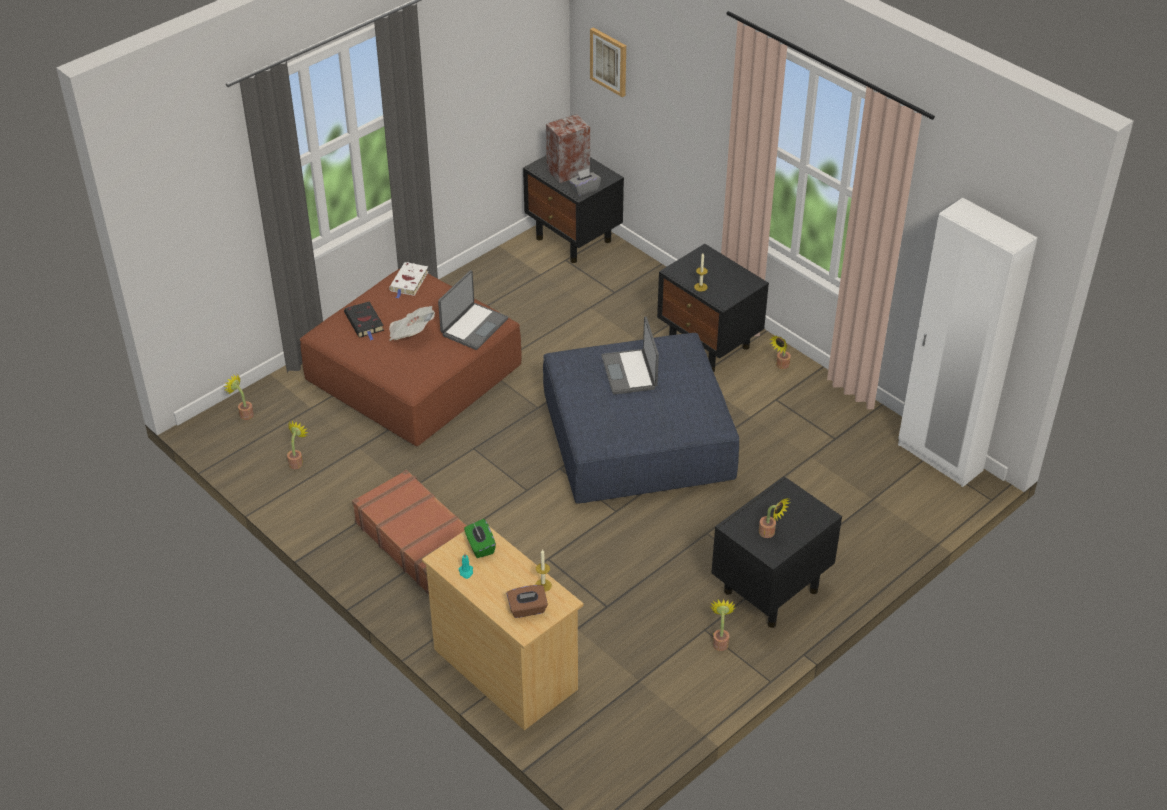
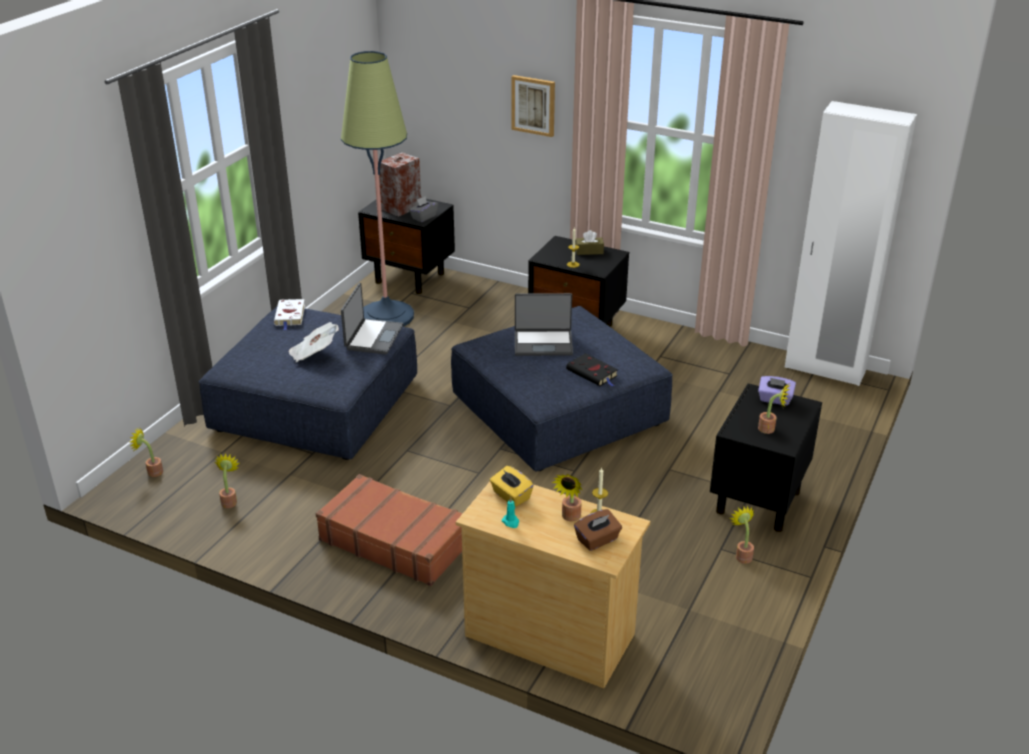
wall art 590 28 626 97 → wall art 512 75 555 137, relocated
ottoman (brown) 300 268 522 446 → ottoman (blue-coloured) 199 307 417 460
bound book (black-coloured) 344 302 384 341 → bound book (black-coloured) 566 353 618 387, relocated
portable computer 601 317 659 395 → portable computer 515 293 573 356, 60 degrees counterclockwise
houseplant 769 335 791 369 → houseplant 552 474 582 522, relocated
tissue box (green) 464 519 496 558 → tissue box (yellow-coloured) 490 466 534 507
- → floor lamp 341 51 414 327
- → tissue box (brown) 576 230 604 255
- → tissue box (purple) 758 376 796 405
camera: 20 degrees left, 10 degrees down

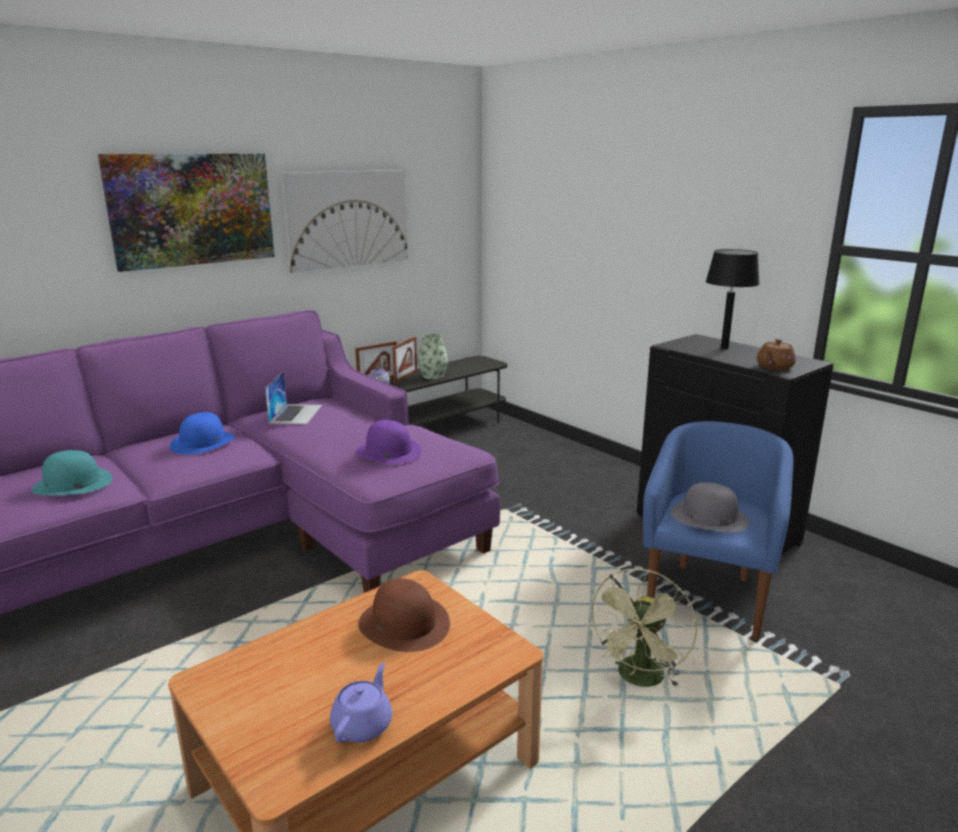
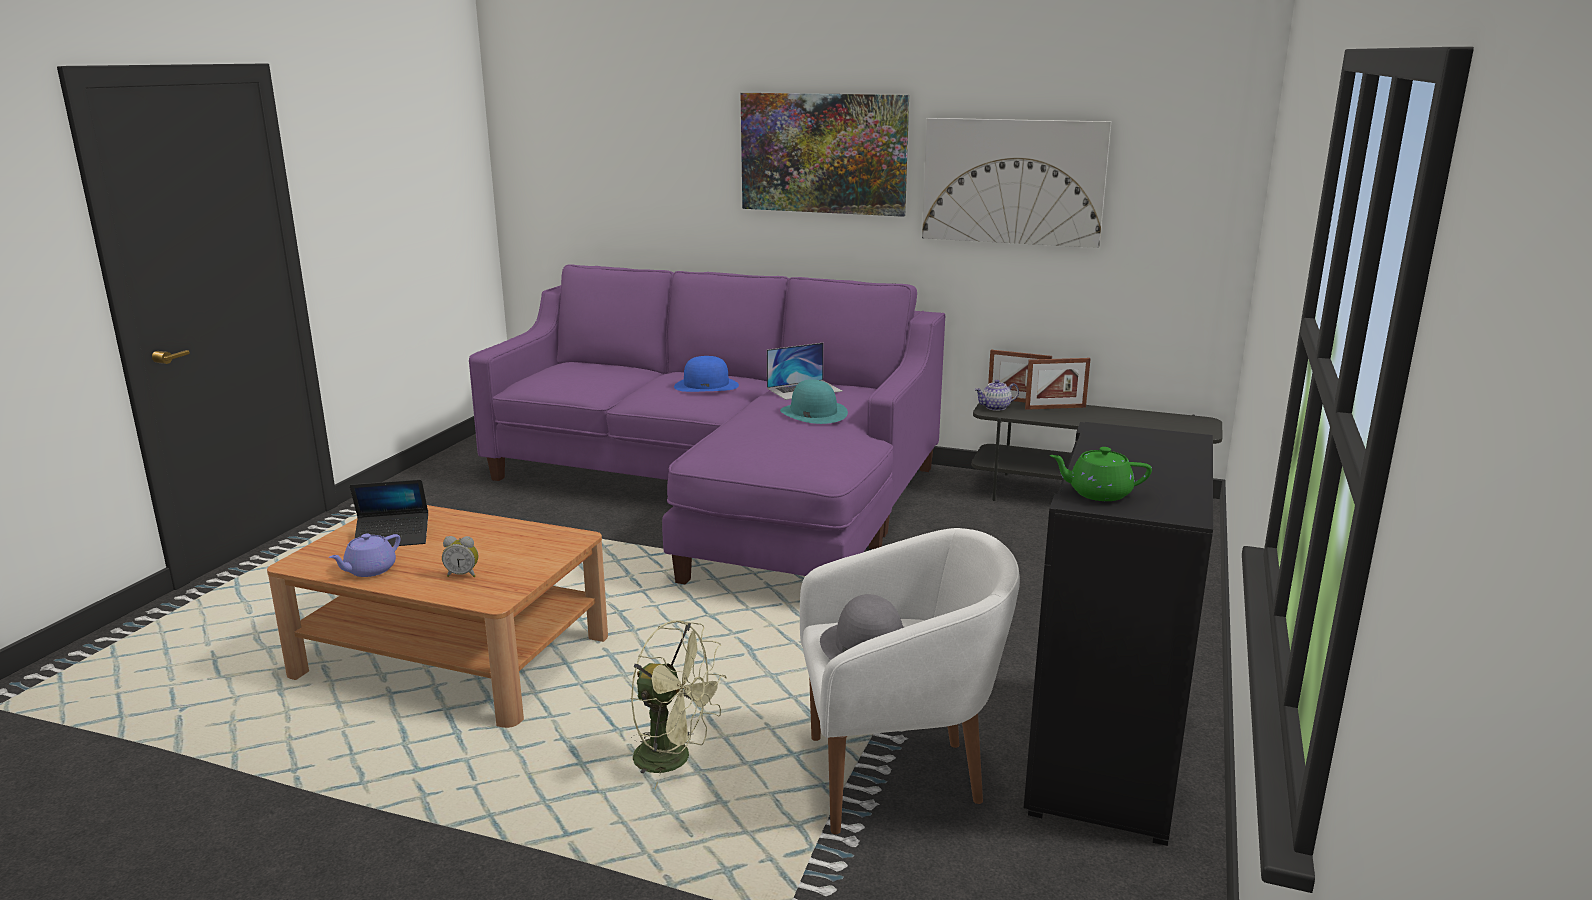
lamp for a table (black-coloured) 706 249 760 349 → -
vase 418 334 448 379 → -
pot for tea (brown) 757 339 796 370 → pot for tea (green) 1049 447 1152 501
hat (purple) 356 420 422 464 → -
armchair (blue-coloured) 643 421 793 640 → armchair (whitish) 800 528 1020 834
hat (blue-green) 32 450 113 495 → hat (blue-green) 780 379 848 424, relocated
cooling fan (green) 587 568 697 687 → cooling fan (green) 631 621 727 789, 150 degrees counterclockwise
hat (brown) 358 578 450 652 → -
pot for tea (purple) 330 663 392 743 → pot for tea (purple) 329 534 400 577, 135 degrees clockwise
- → portable computer 350 479 428 547
- → table clock 442 536 478 577
camera: 60 degrees right, 0 degrees up

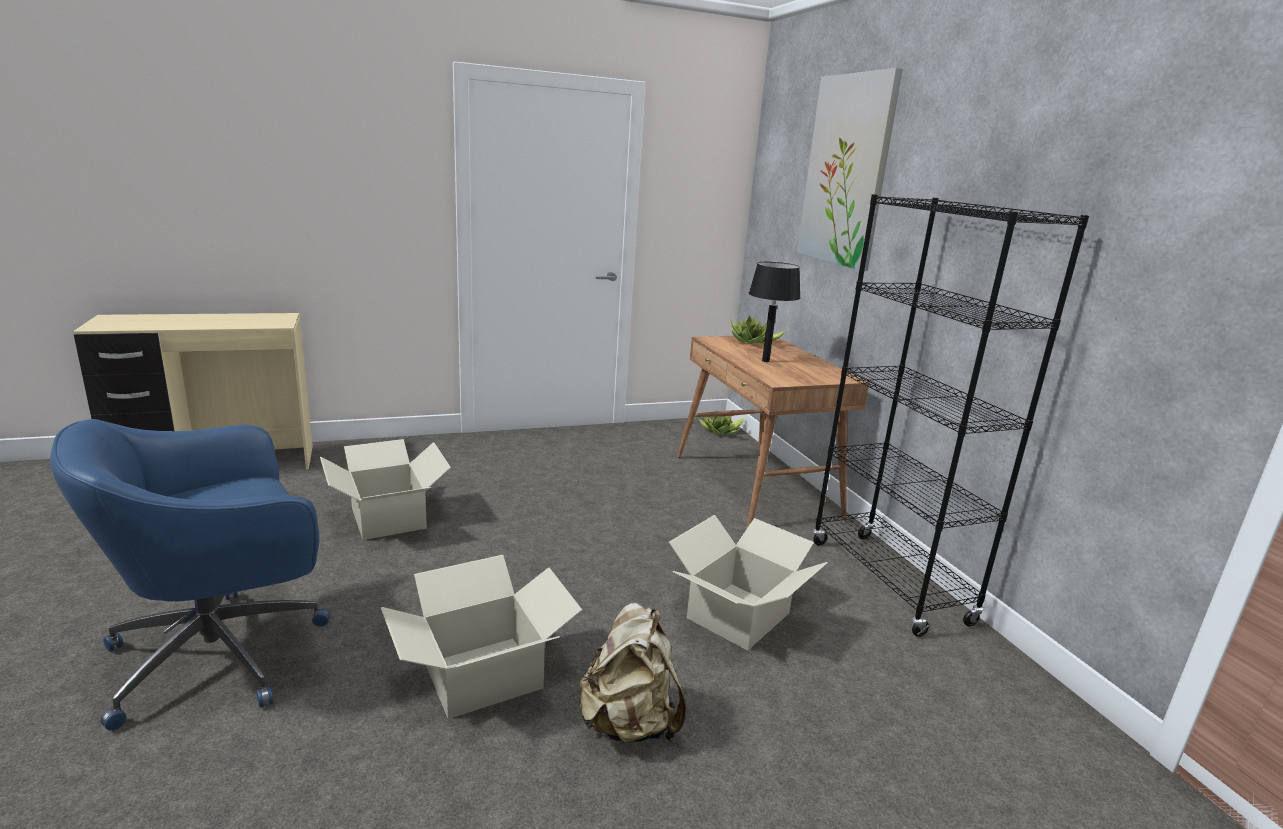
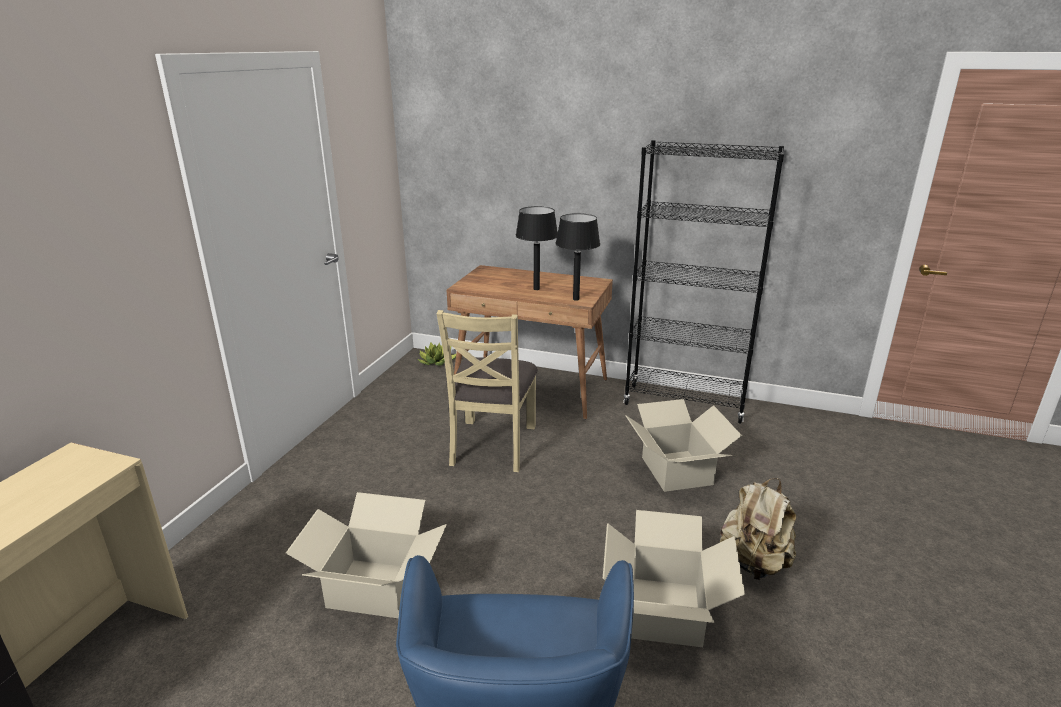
wall art 797 68 903 271 → -
houseplant 730 315 787 344 → -
- → lamp for a table (black-coloured) 555 213 600 301
- → chair (beige-coloured) 437 310 538 472
camera: 50 degrees left, 5 degrees up

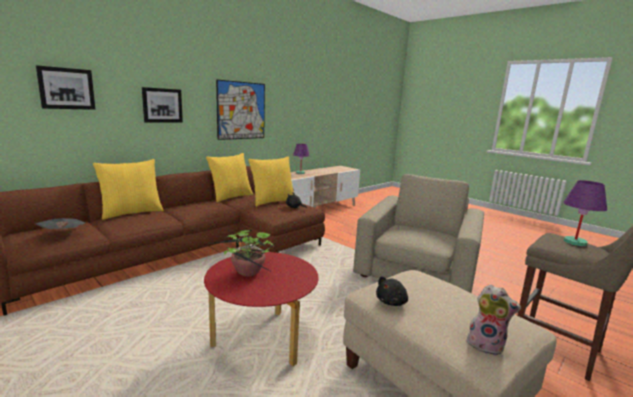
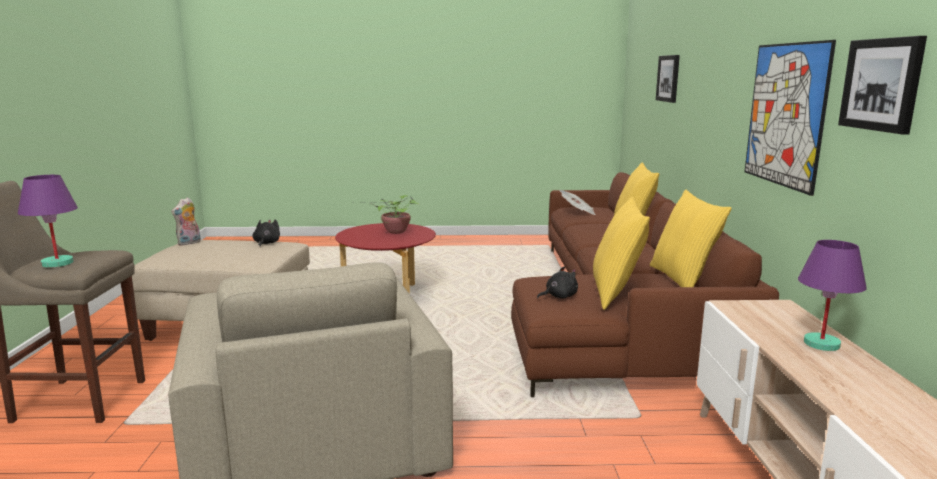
wall art 142 87 183 122 → wall art 838 36 927 134, relocated
cuddly toy 467 285 521 356 → cuddly toy 171 197 201 246, 45 degrees counterclockwise
camera: 135 degrees right, 0 degrees up

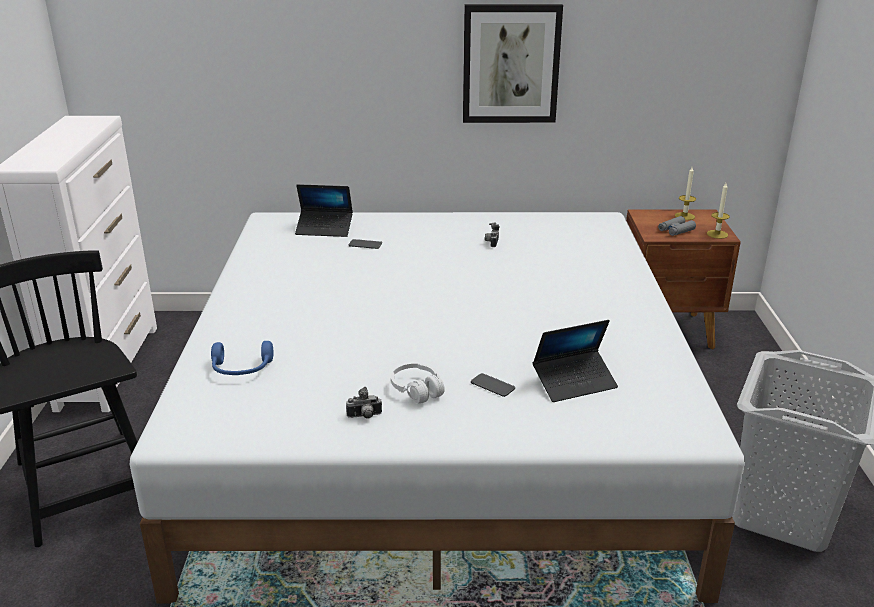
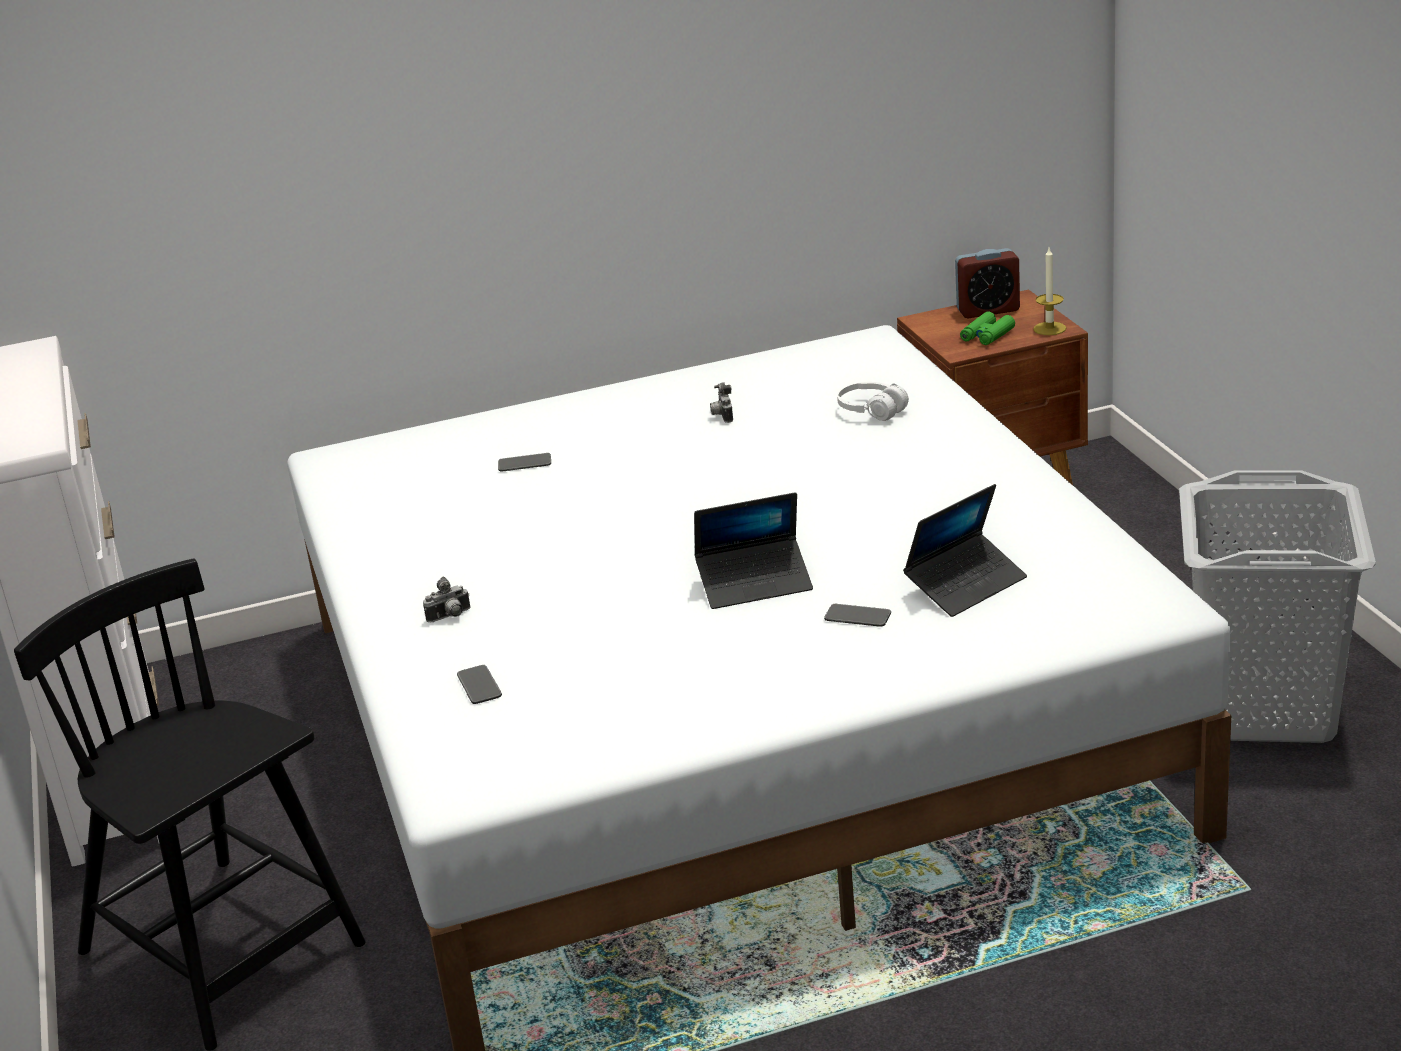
wall art 463 4 563 123 → -
wax light 675 167 696 220 → table clock 955 248 1020 318
portable computer 295 184 353 237 → portable computer 694 492 813 609, relocated
binoculars (greyish) 658 216 696 236 → binoculars (green) 960 311 1015 345
pair of headphones (blue-coloured) 211 341 273 375 → handset 457 665 502 704
pair of headphones (whitish) 391 363 445 404 → pair of headphones (whitish) 837 382 909 421, relocated
photo camera 346 387 382 419 → photo camera 423 577 470 622, relocated
camera: 15 degrees left, 0 degrees up

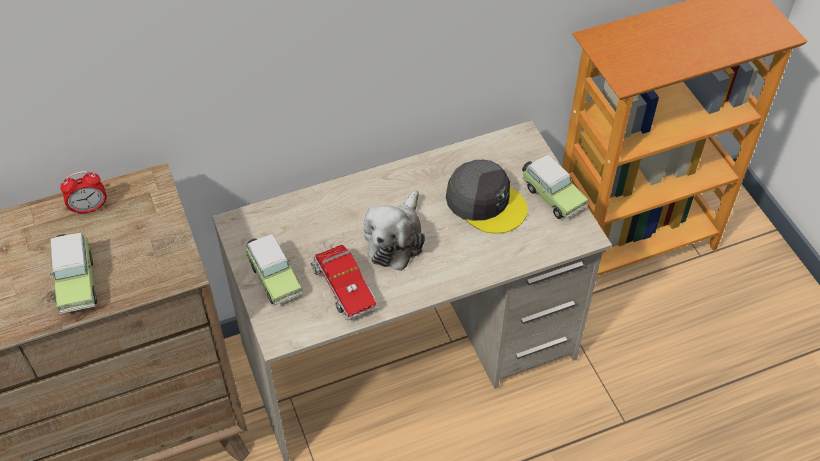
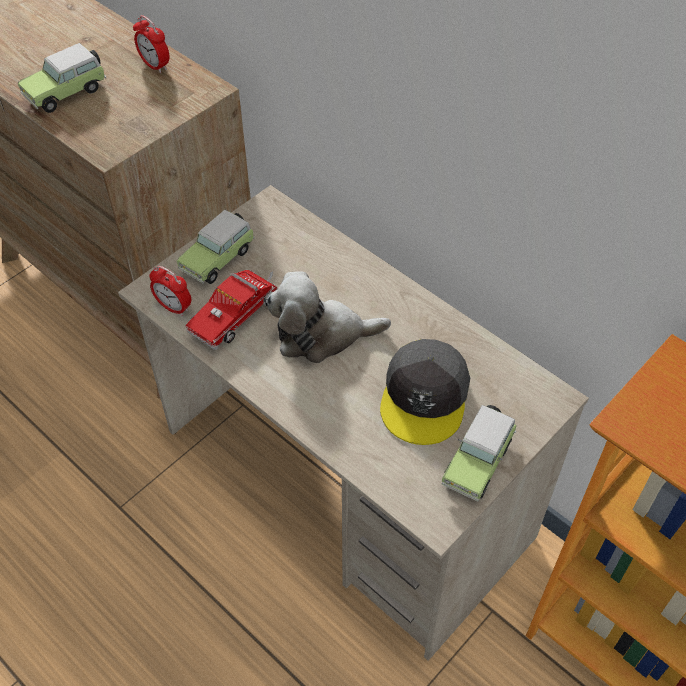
- → table clock 149 266 191 316
camera: 65 degrees right, 0 degrees up

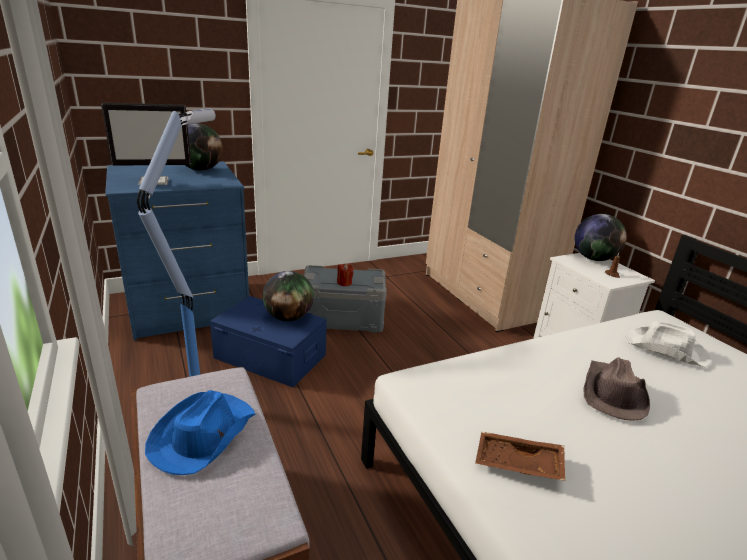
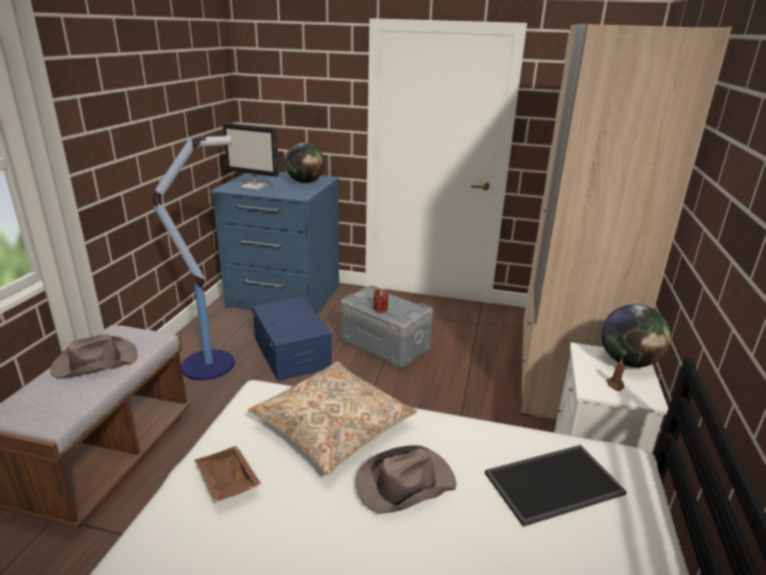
globe 263 271 314 321 → -
hat (whitish) 625 321 711 368 → carrying tray 485 445 627 527
hat (blue-coloured) 145 390 255 475 → hat (brown) 50 334 138 378
- → cushion (beige-coloured) 248 361 417 475
camera: 40 degrees right, 0 degrees up

